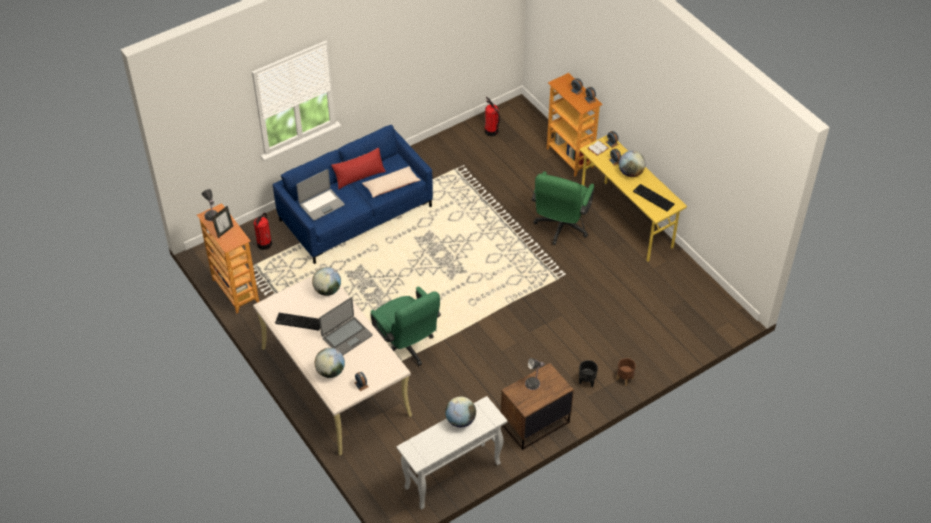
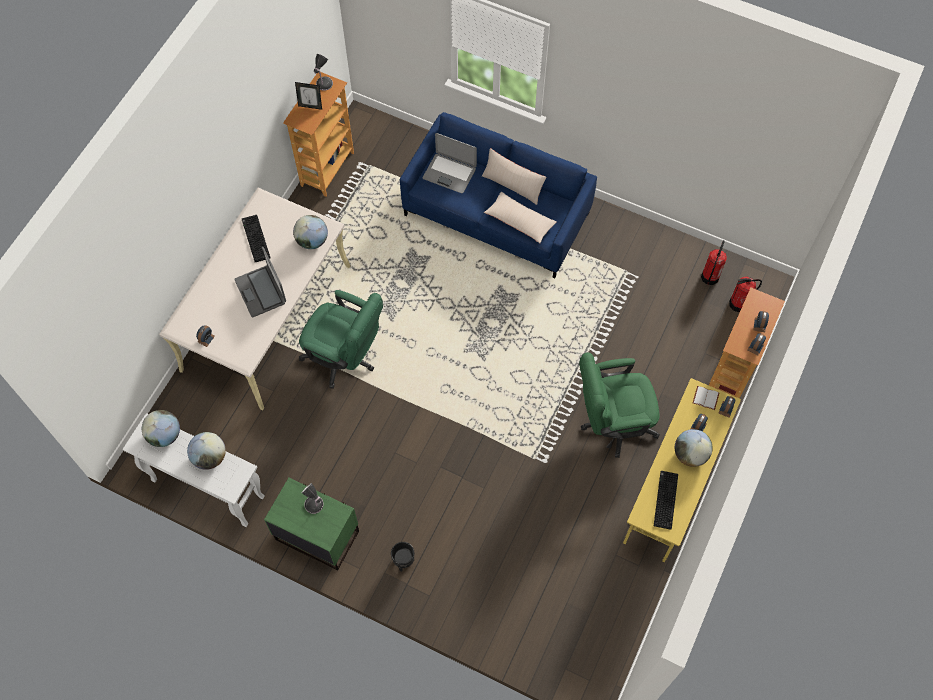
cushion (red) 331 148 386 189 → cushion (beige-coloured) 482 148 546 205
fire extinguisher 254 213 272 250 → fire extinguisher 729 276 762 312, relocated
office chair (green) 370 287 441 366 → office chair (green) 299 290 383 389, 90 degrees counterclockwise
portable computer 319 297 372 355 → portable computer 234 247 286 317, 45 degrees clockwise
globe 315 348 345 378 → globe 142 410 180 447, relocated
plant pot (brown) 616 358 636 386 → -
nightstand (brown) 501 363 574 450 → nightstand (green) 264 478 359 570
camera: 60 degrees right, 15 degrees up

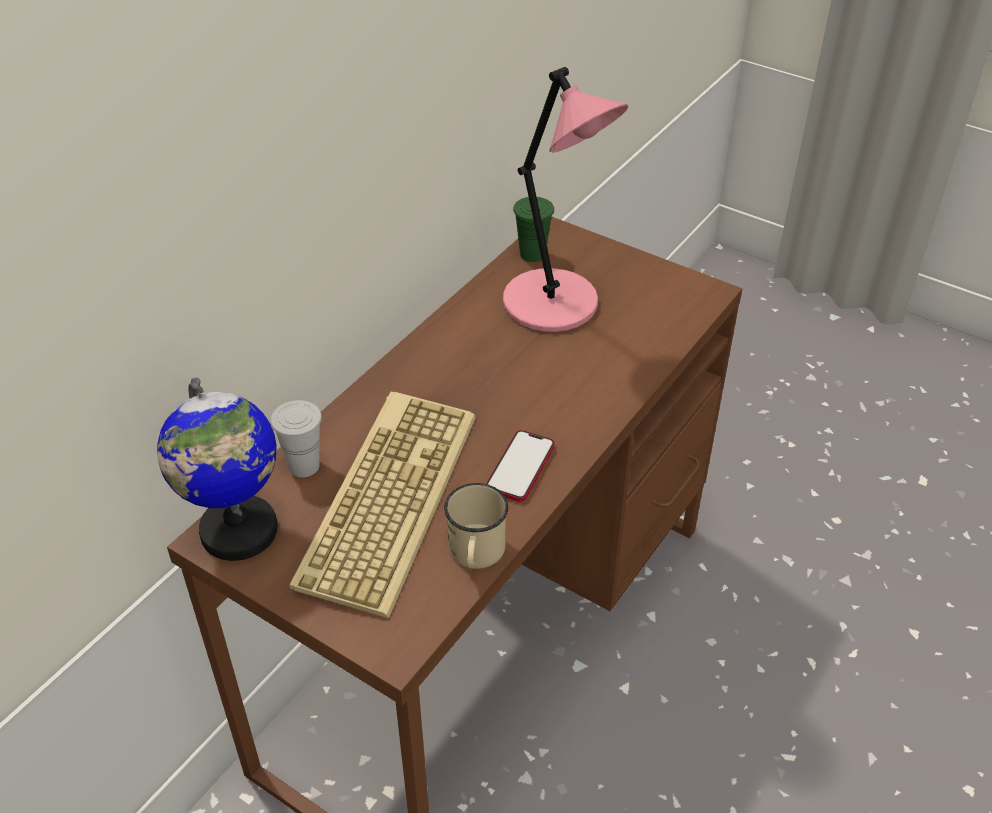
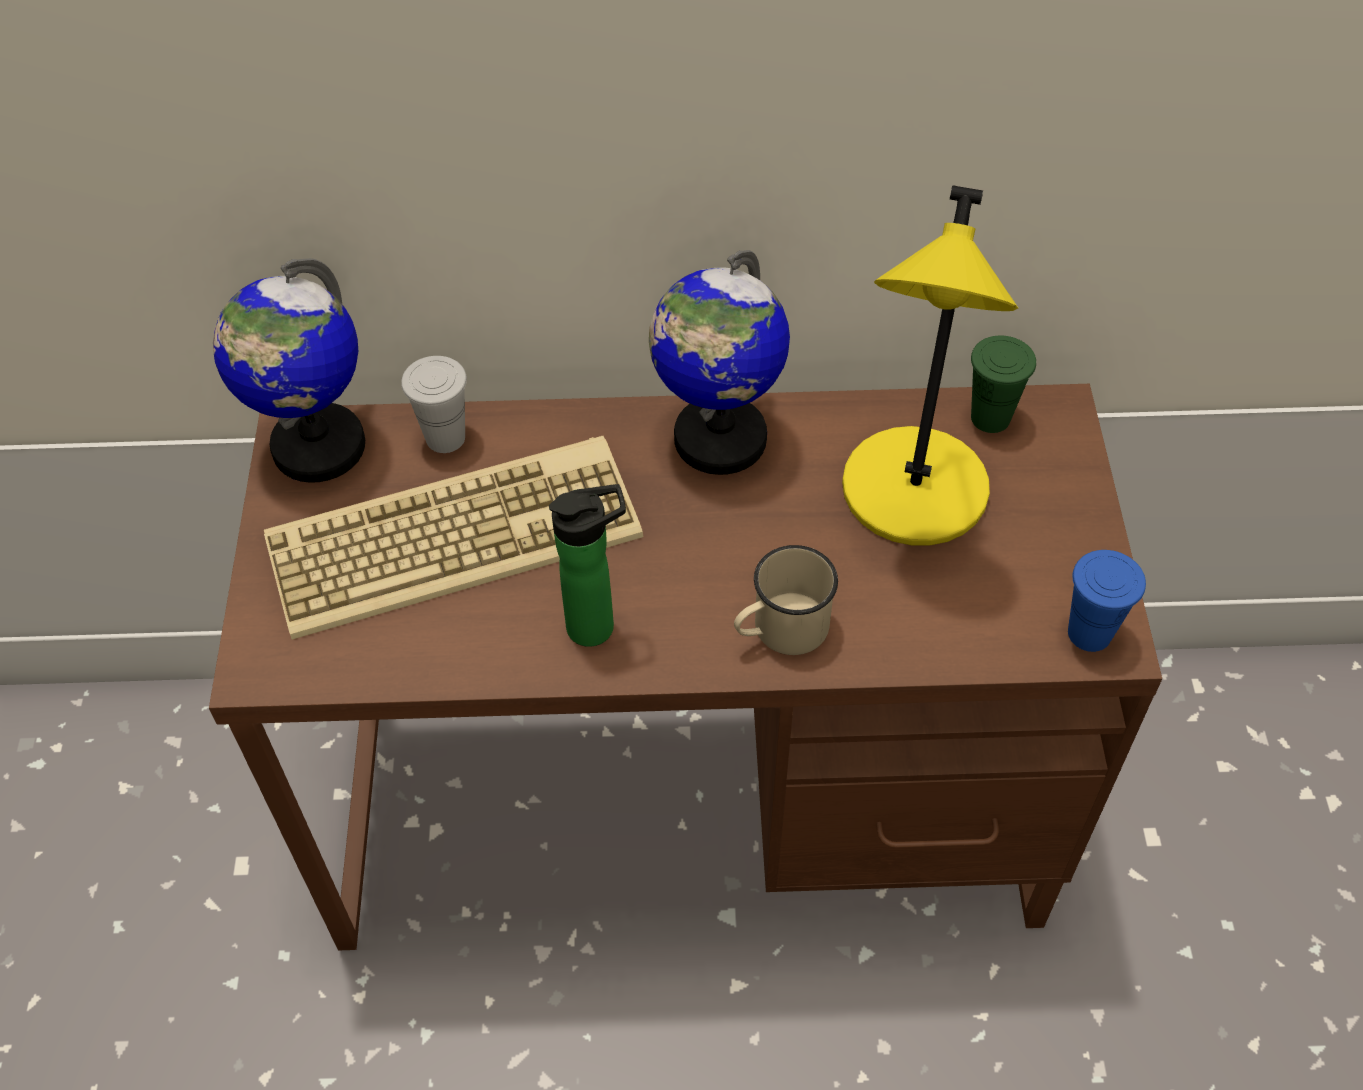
lamp for a table (pink-coloured) 503 67 629 332 → lamp for a table (yellow-coloured) 842 185 1018 546
handset 486 430 555 502 → bottle 549 484 626 647
coffee mug (beige-coloured) 444 483 508 569 → coffee mug (beige-coloured) 734 545 838 655, relocated
- → globe 649 250 790 475
- → small cup (blue-coloured) 1068 550 1146 652
camera: 55 degrees right, 10 degrees up

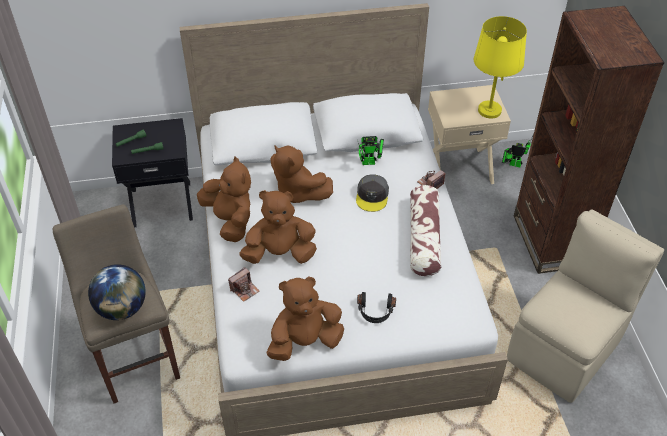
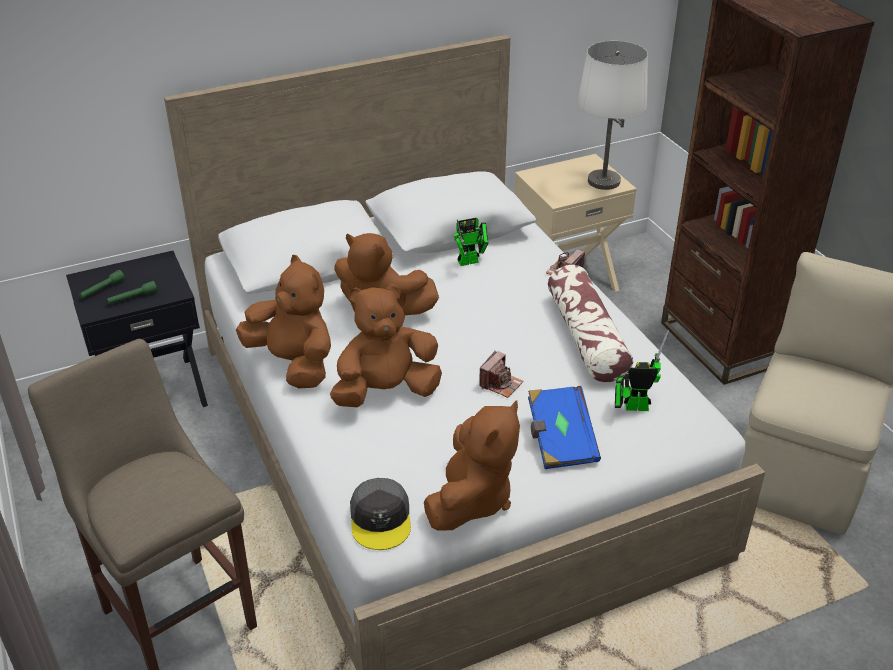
lamp for a table (yellow-coloured) 474 16 527 118 → lamp for a table (whitish) 577 41 648 190
toy robot 502 134 534 167 → toy robot 615 330 669 411, relocated
cap (greyish) 356 175 389 212 → cap (greyish) 350 478 411 550, relocated
globe 88 264 146 320 → -
photo camera 228 267 260 302 → photo camera 479 350 524 398, relocated
cuddly toy (brown) 266 276 344 361 → cuddly toy (brown) 424 401 520 531, 150 degrees clockwise
pair of headphones (black-coloured) 357 292 396 323 → bound book (blue-coloured) 528 386 601 469
camera: 15 degrees left, 10 degrees down

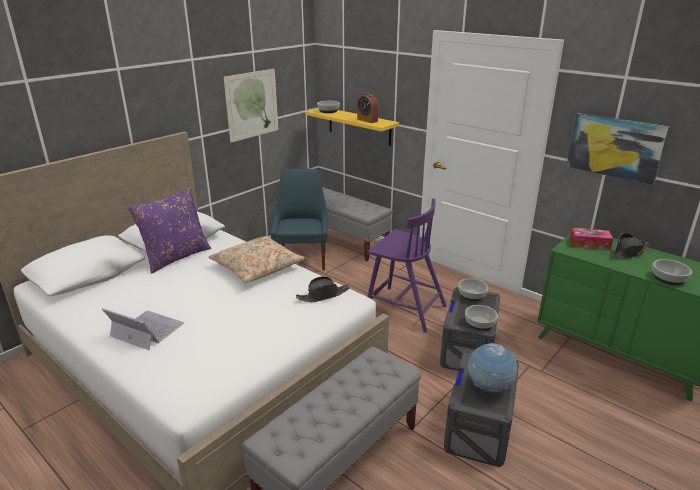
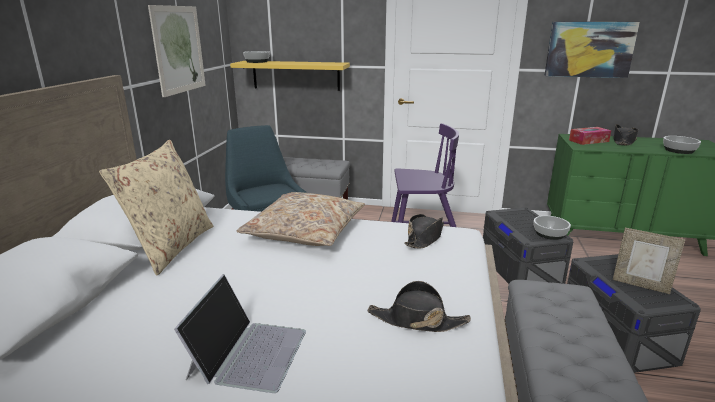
table clock 357 93 378 123 → -
cushion (purple) 128 187 211 273 → cushion (beige-coloured) 99 140 213 275
serving bowl 458 279 488 301 → -
portable computer 102 308 184 350 → portable computer 174 274 306 393, 105 degrees clockwise
globe 468 343 517 392 → picture frame 613 228 685 294
- → hat (black-coloured) 367 281 471 332
camera: 30 degrees left, 5 degrees down

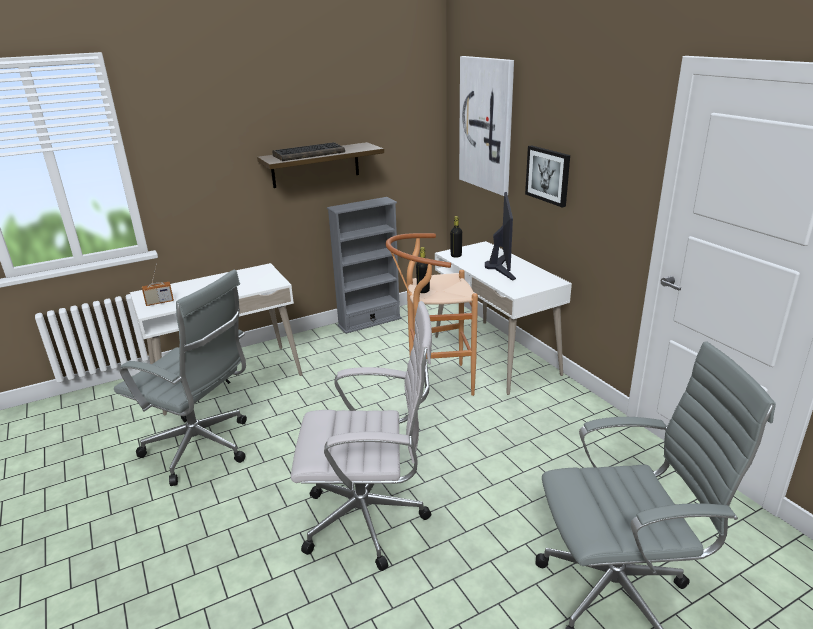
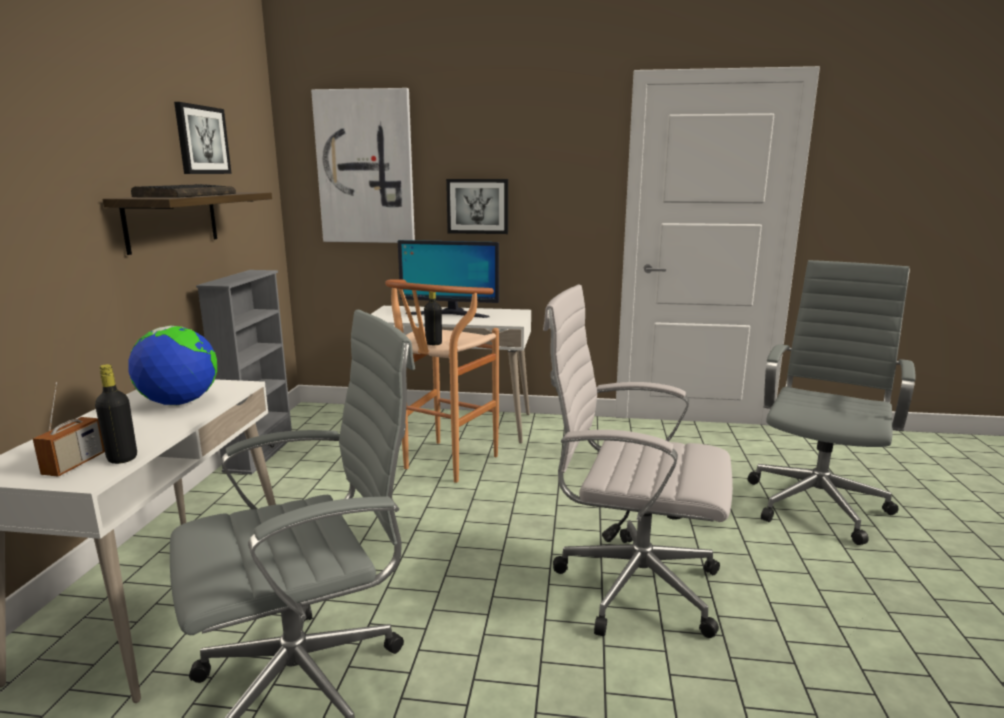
computer display 485 192 516 281 → computer display 398 240 499 318, 150 degrees clockwise
bottle (black-coloured) 450 216 462 258 → bottle (black-coloured) 95 364 137 464, relocated
office chair (whitish) 291 301 432 571 → office chair (whitish) 543 285 733 638, 105 degrees counterclockwise
- → wall art 174 102 232 174
- → globe 128 326 217 405
camera: 55 degrees left, 10 degrees down

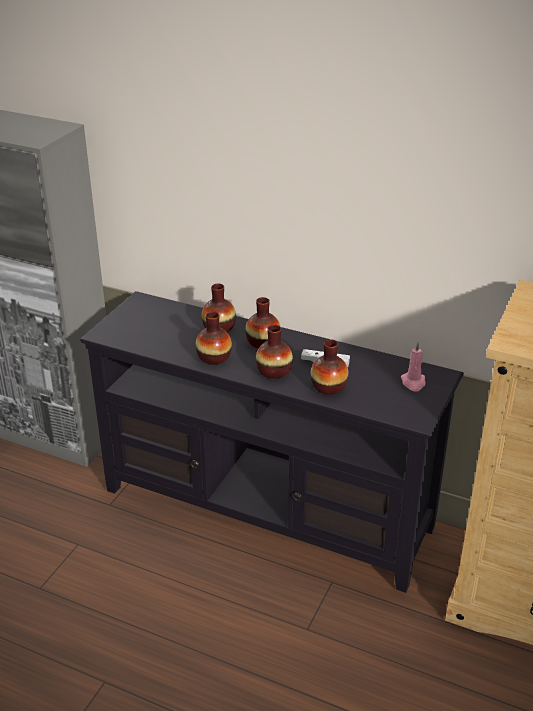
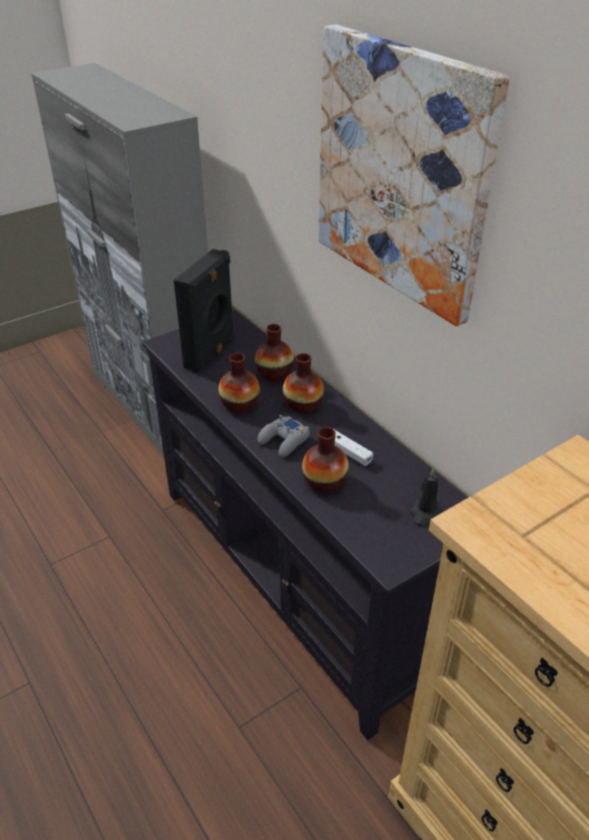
vase 256 325 293 379 → game controller (greyish) 257 415 310 457
wax light (pink-coloured) 401 342 426 392 → wax light (black-coloured) 410 467 444 527
- → wall art 318 24 510 326
- → loudspeaker (black-coloured) 174 249 235 373
camera: 30 degrees right, 5 degrees up

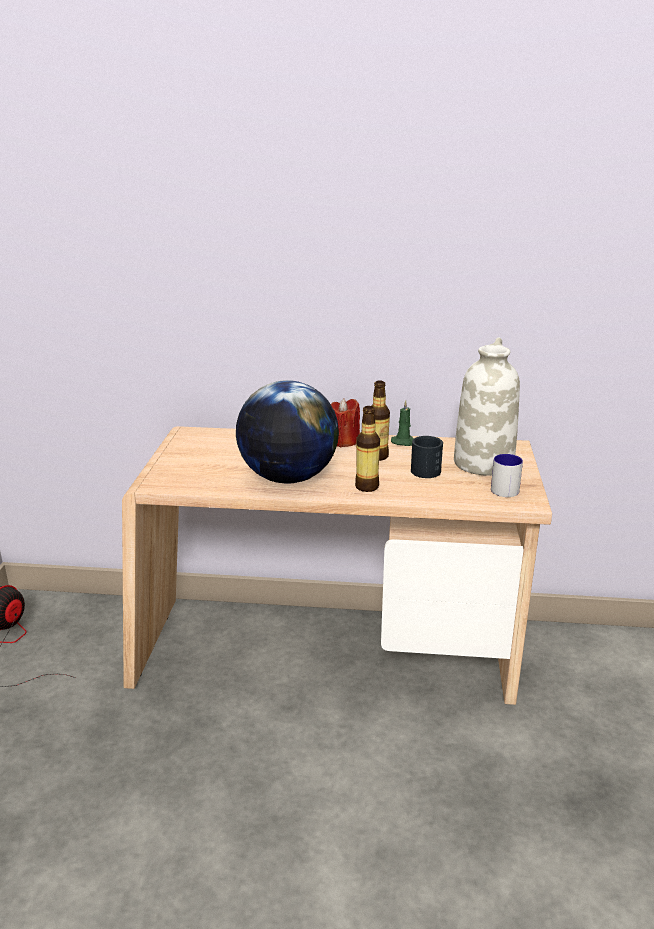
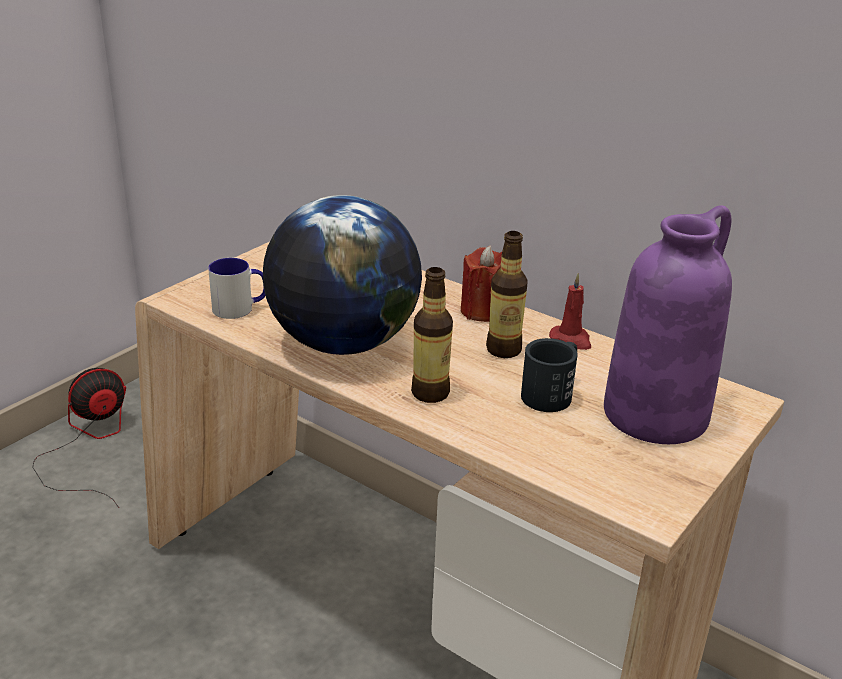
vase (whitish) 454 337 520 476 → vase (purple) 604 205 732 444
wax light (green) 391 400 414 446 → wax light (red) 549 273 591 350
coffee mug 491 454 523 497 → coffee mug 208 258 265 319, relocated
camera: 30 degrees right, 5 degrees up

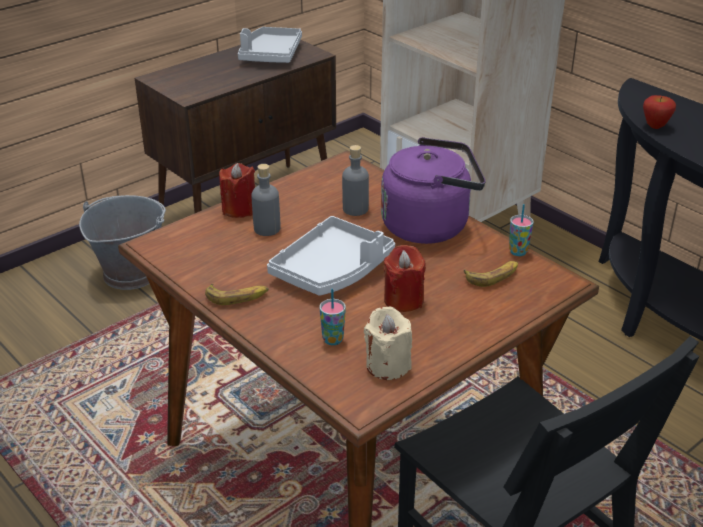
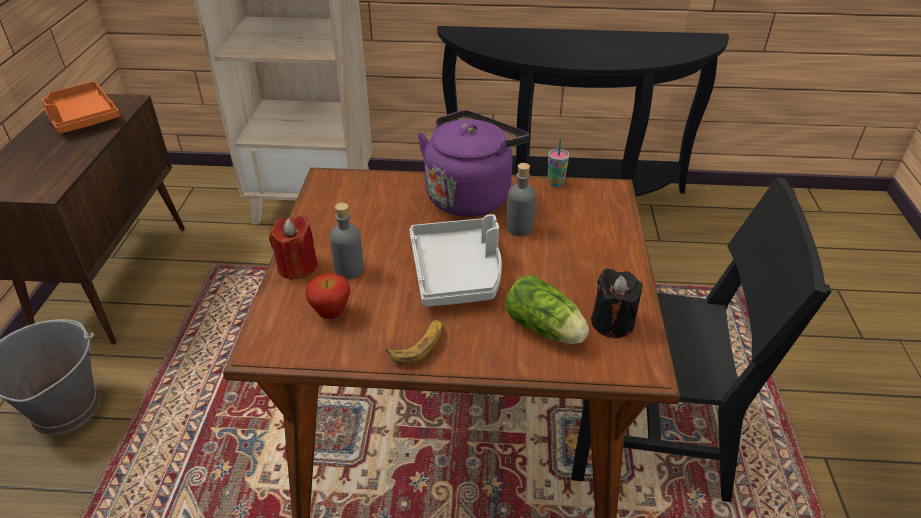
carrying tray (greyish) 238 27 302 63 → carrying tray (orangey) 42 81 120 134
apple fruit 643 95 676 129 → apple fruit 306 273 350 319, relocated
bottle (greyish) 342 145 369 216 → bottle (greyish) 507 163 536 236, relocated
wax light (red) 384 245 426 312 → -
banana 464 261 518 287 → -
small cup 320 289 346 345 → head of lettuce 505 275 589 344
wax light (beige-coloured) 364 306 412 380 → wax light (black-coloured) 591 268 642 338
camera: 45 degrees left, 5 degrees up

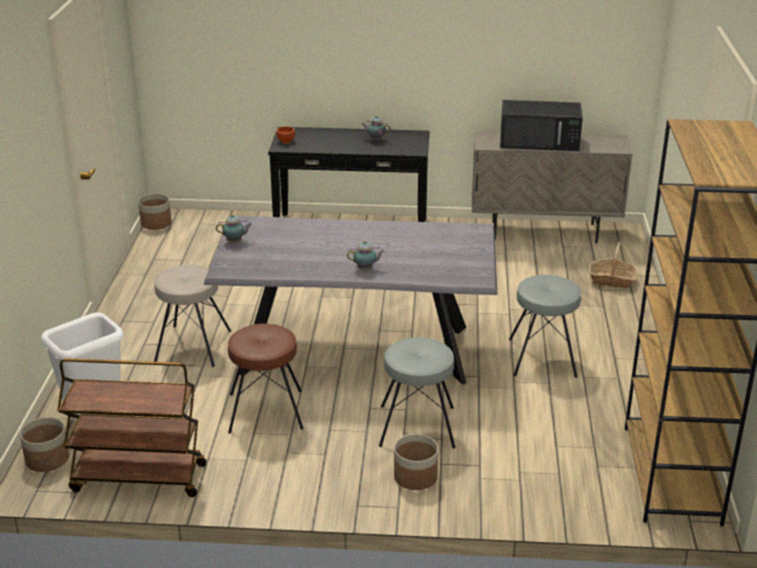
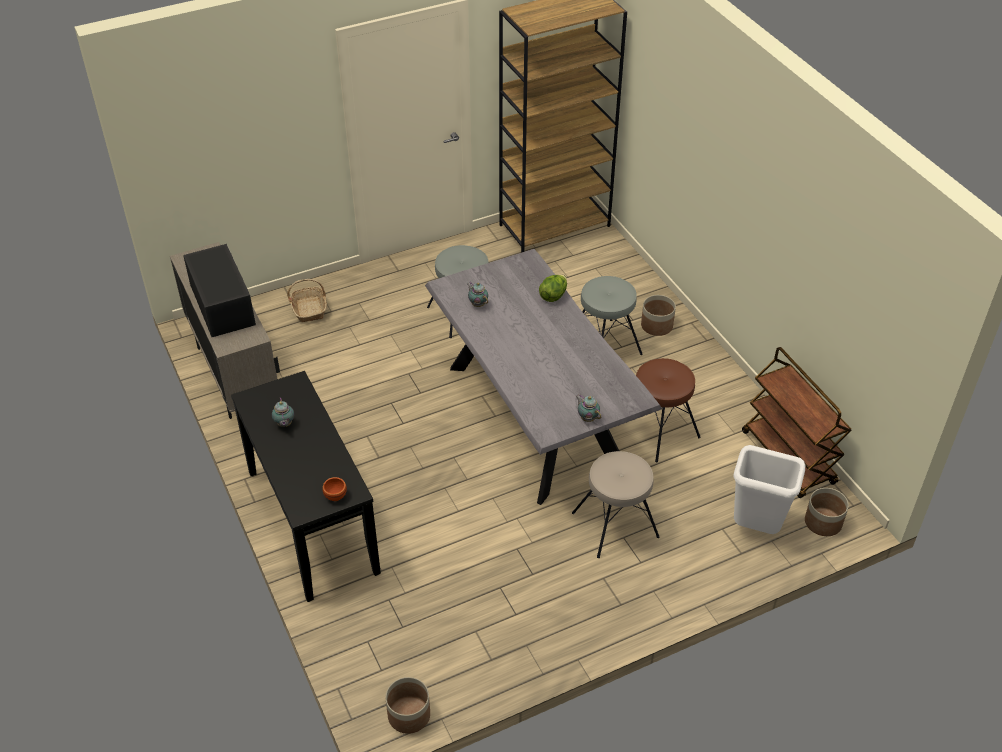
pot for tea 347 241 385 270 → pot for tea 467 282 488 307, relocated
- → head of lettuce 539 275 567 302
camera: 120 degrees left, 15 degrees up

